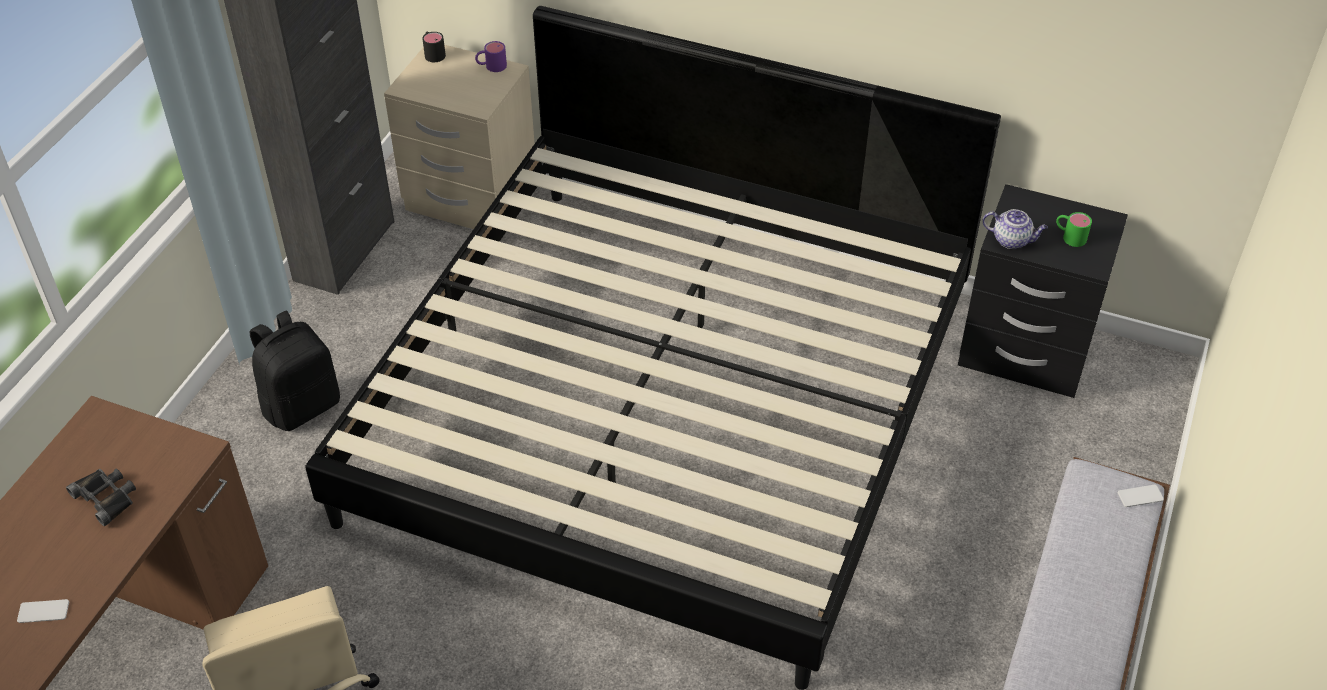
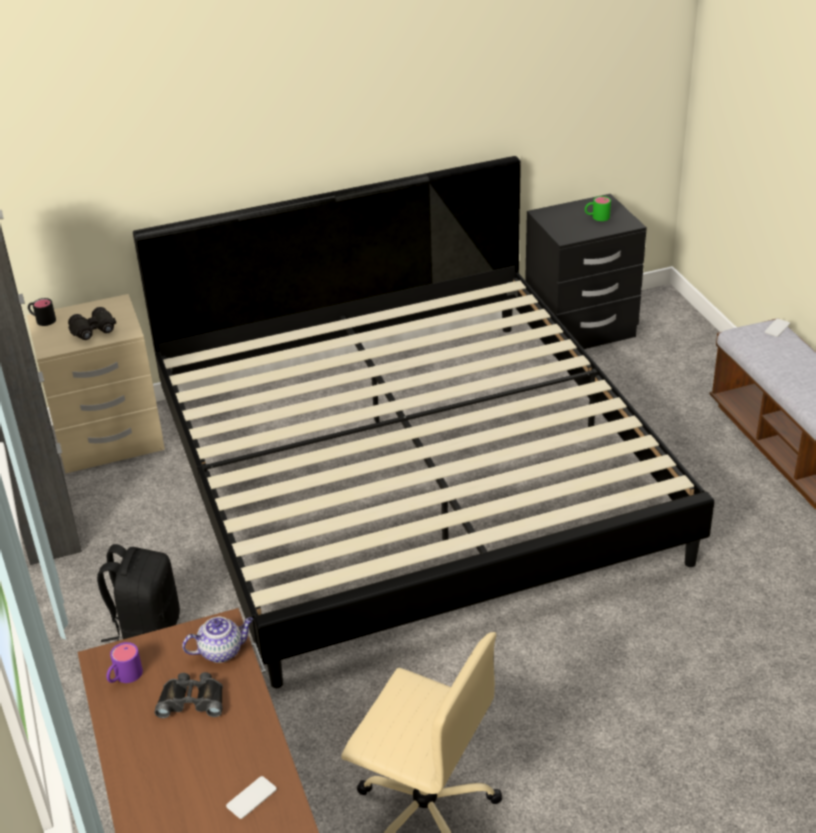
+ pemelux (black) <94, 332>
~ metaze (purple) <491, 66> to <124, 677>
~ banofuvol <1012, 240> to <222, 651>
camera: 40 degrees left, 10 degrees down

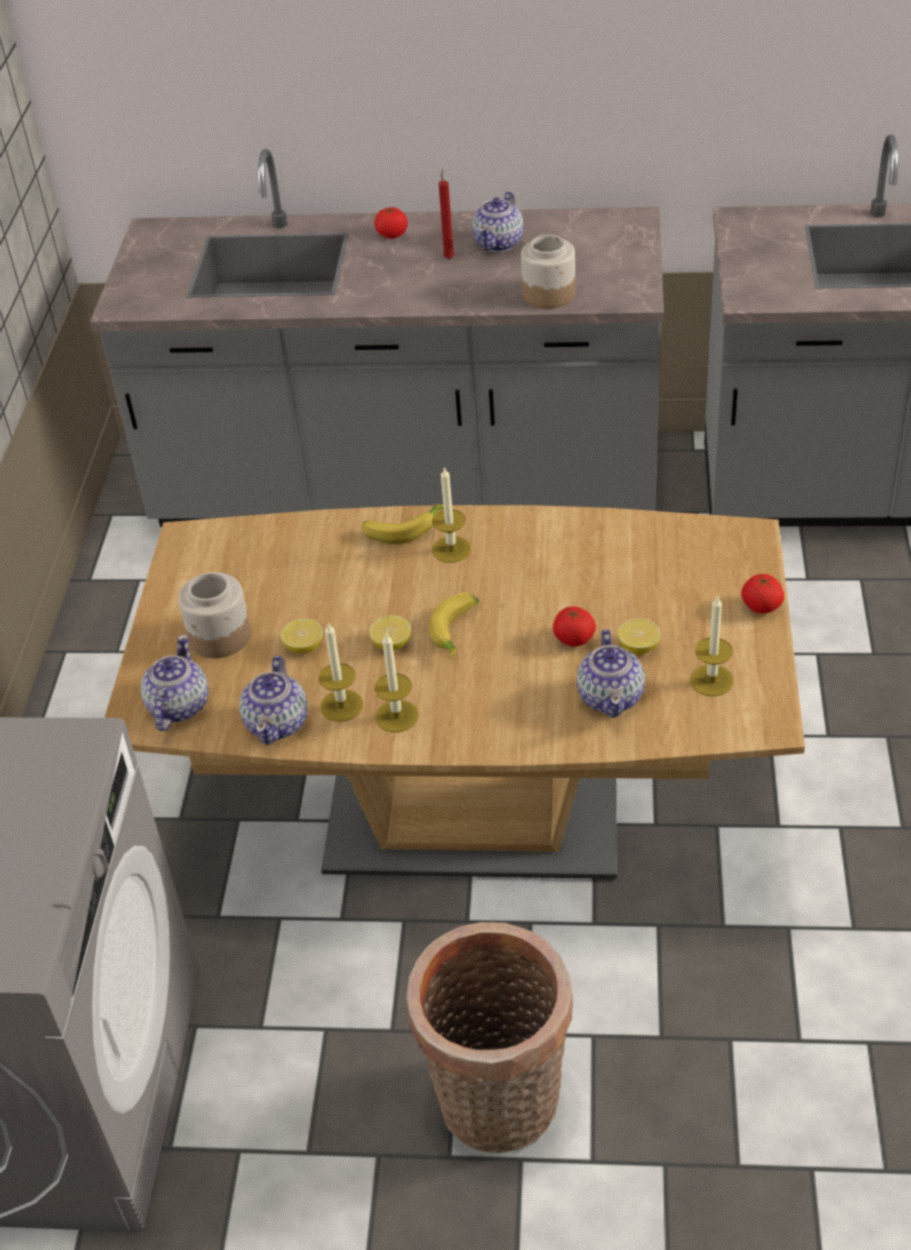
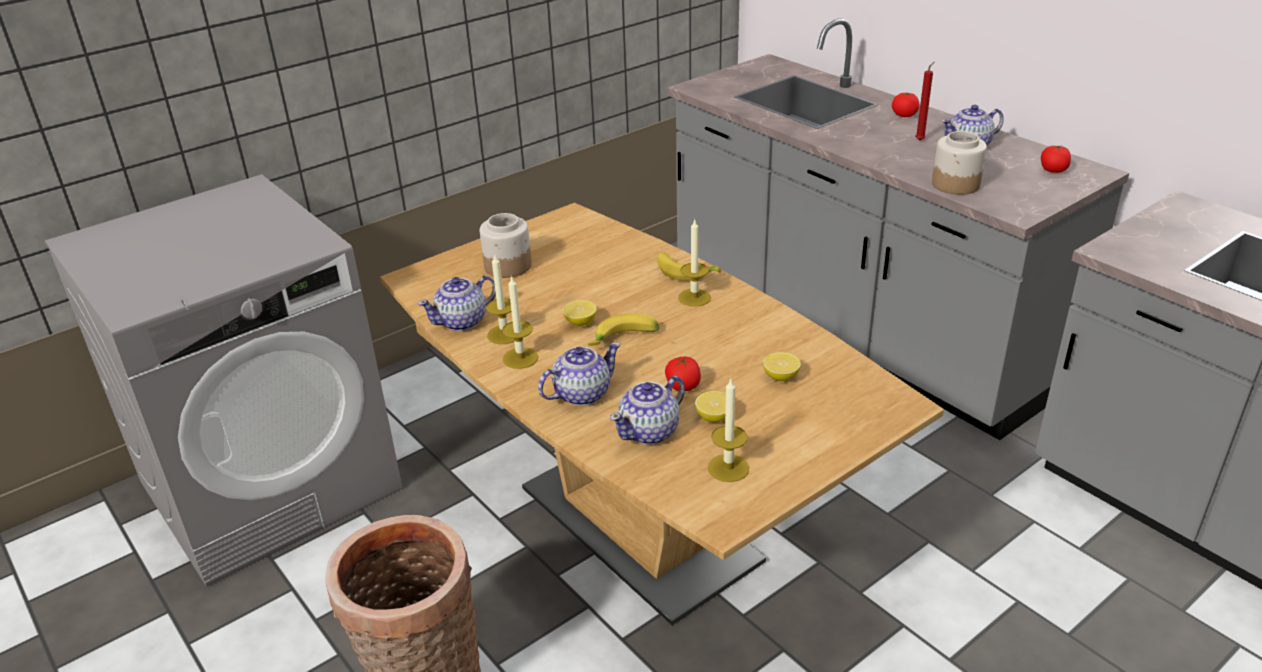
~ banofuvol <178, 707> to <581, 394>
~ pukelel <304, 647> to <781, 377>
~ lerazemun <761, 606> to <1053, 170>
camera: 45 degrees right, 10 degrees down

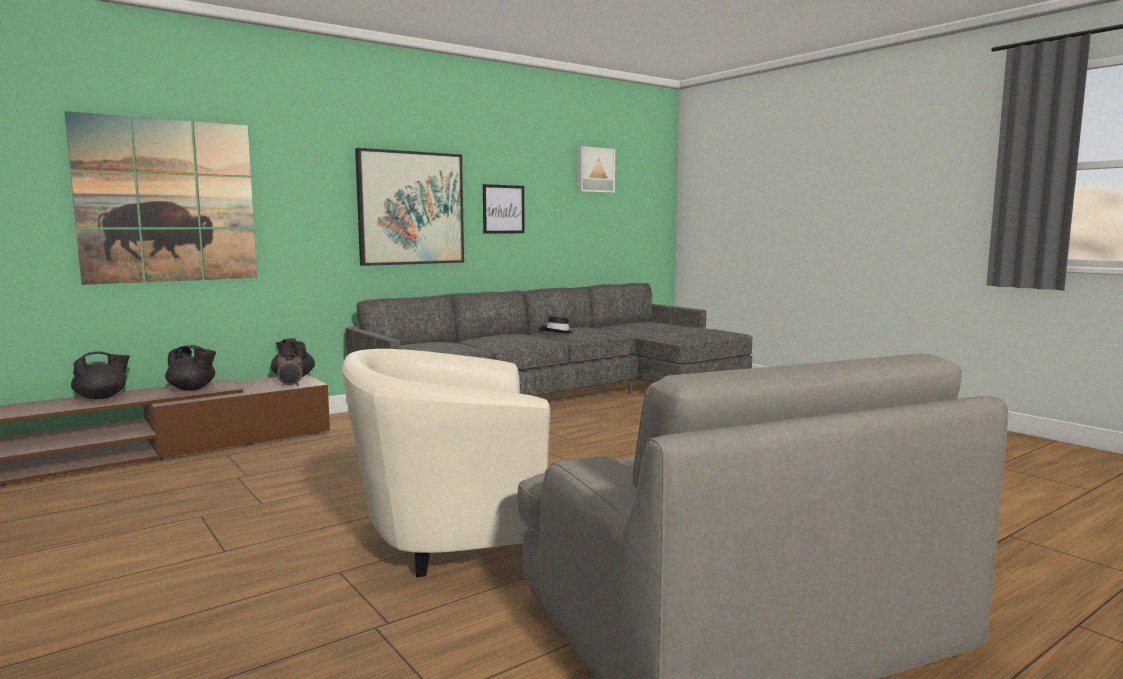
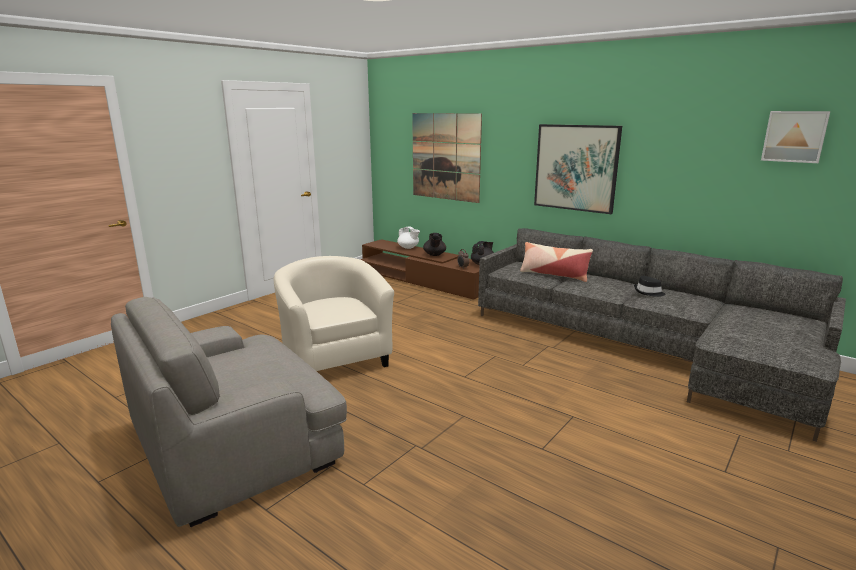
~ banofuvol (black) <102, 397> to banofuvol (white) <408, 248>
+ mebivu <554, 275>
- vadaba <503, 209>
camera: 75 degrees right, 10 degrees up

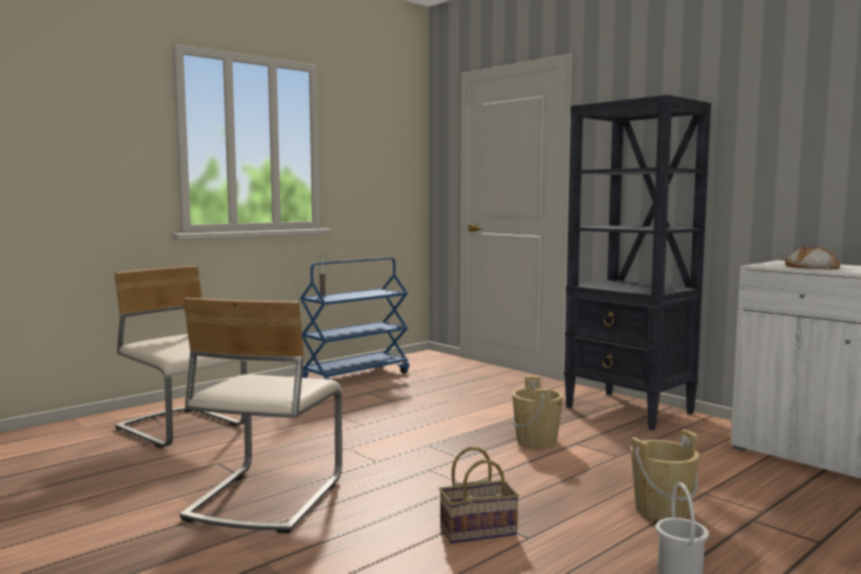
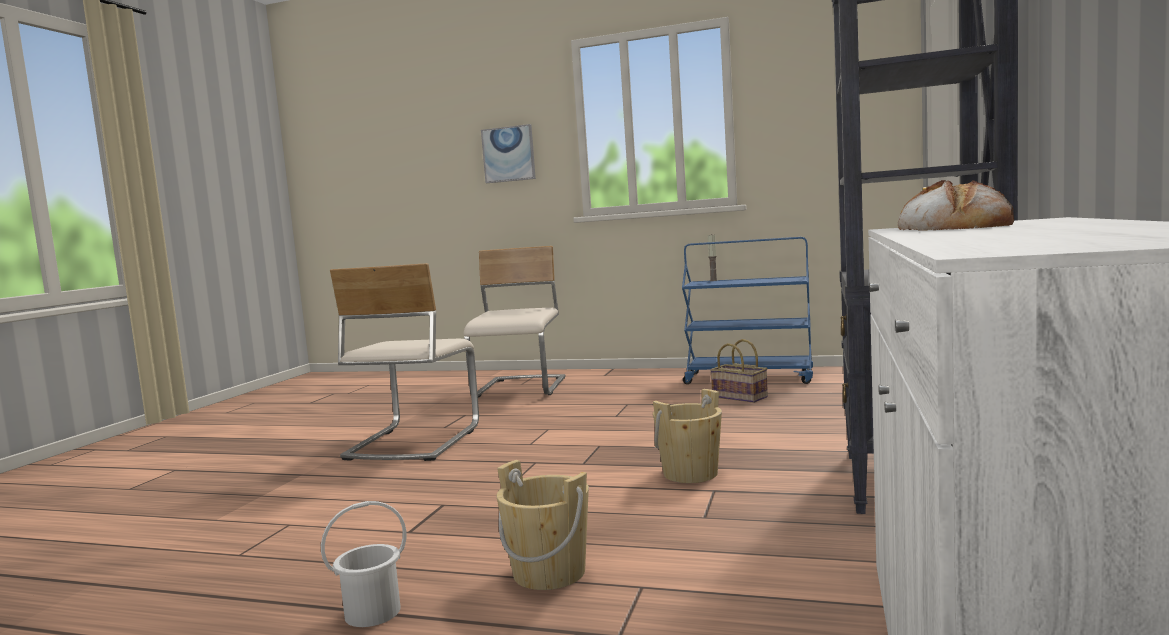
~ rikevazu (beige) <265, 498> = <413, 442> 60 degrees counterclockwise
+ vadaba <508, 154>
~ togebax <479, 530> to <741, 397>
camera: 60 degrees right, 0 degrees up

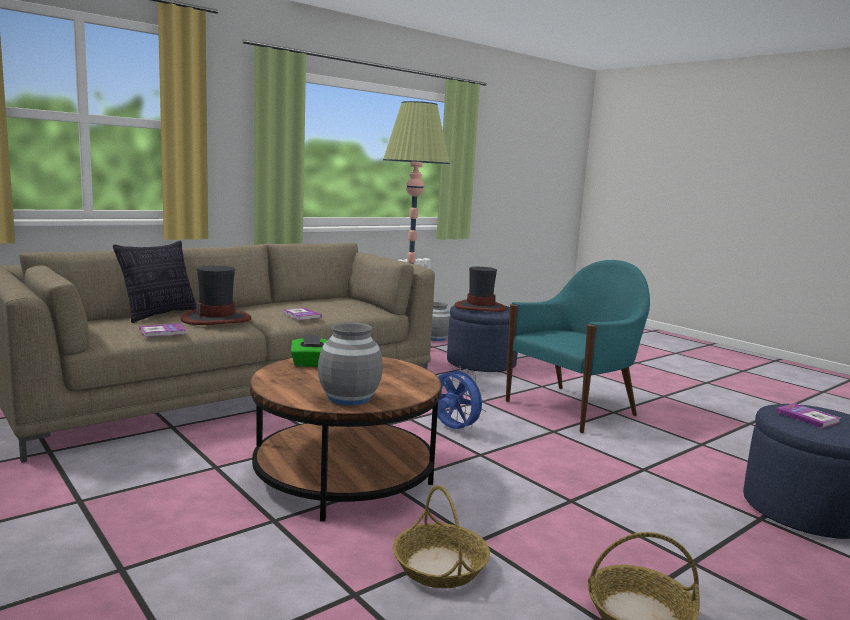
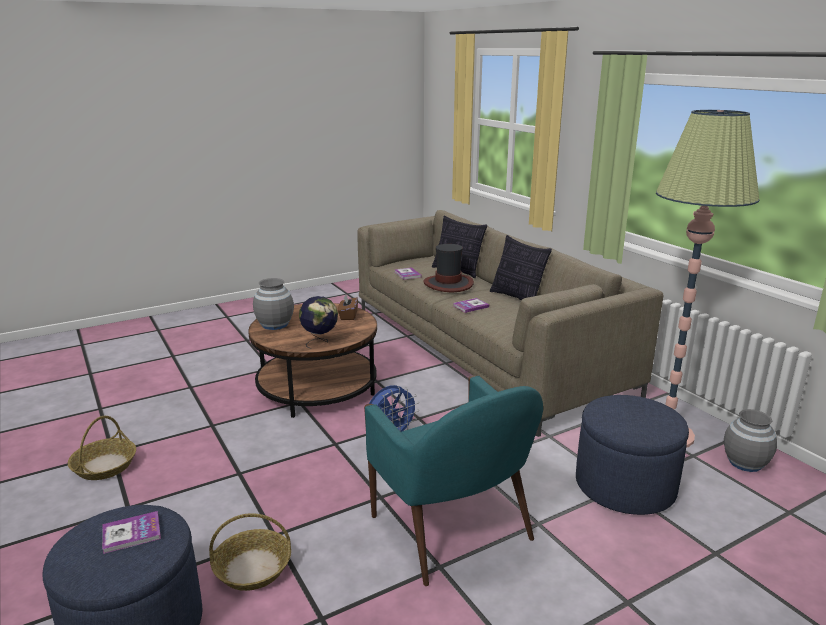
~ togebax <440, 566> to <252, 568>
+ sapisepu <320, 342>
~ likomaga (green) <311, 364> to likomaga (brown) <348, 316>
+ mebivu <517, 298>
- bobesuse <480, 307>
camera: 100 degrees right, 10 degrees up

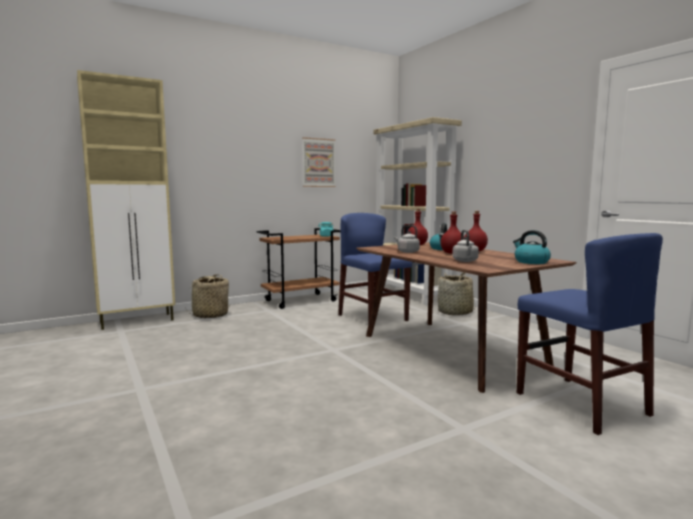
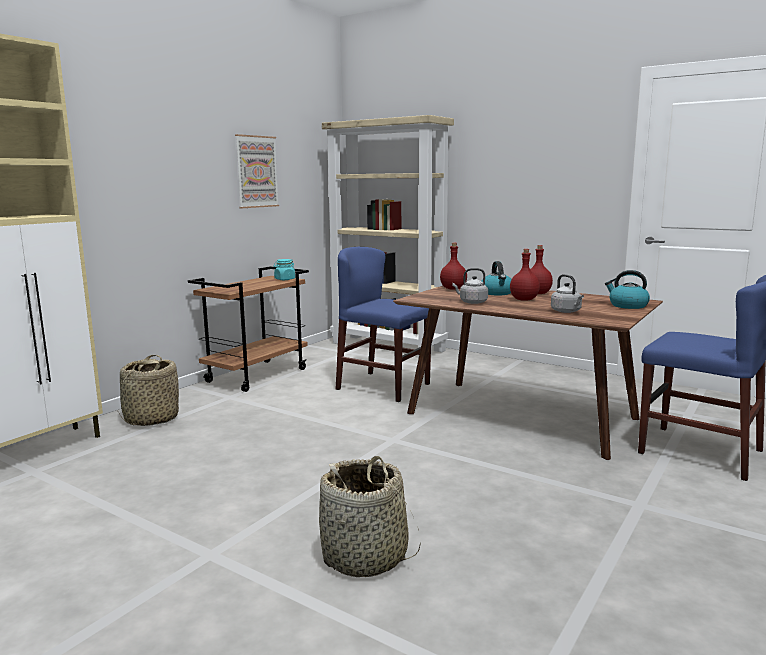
~ togebax <455, 312> to <365, 557>
camera: 25 degrees left, 5 degrees up

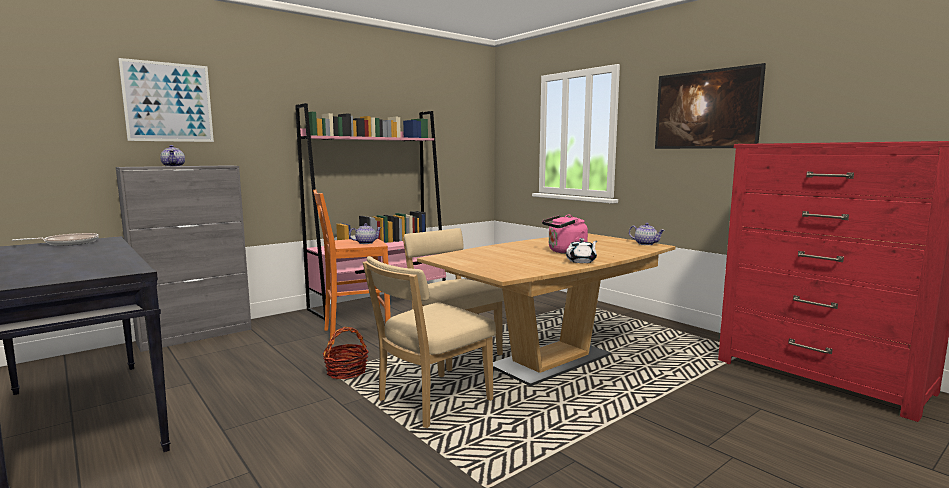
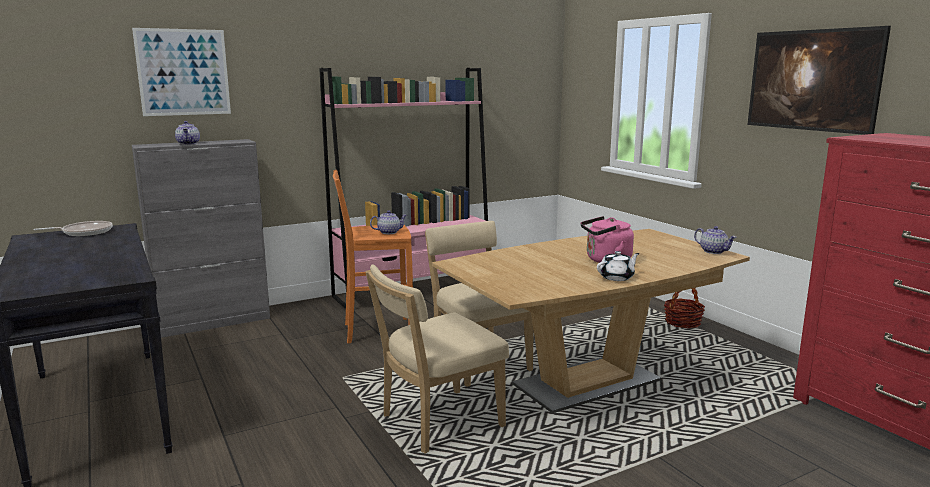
~ togebax <346, 372> to <682, 322>
camera: 10 degrees right, 5 degrees up

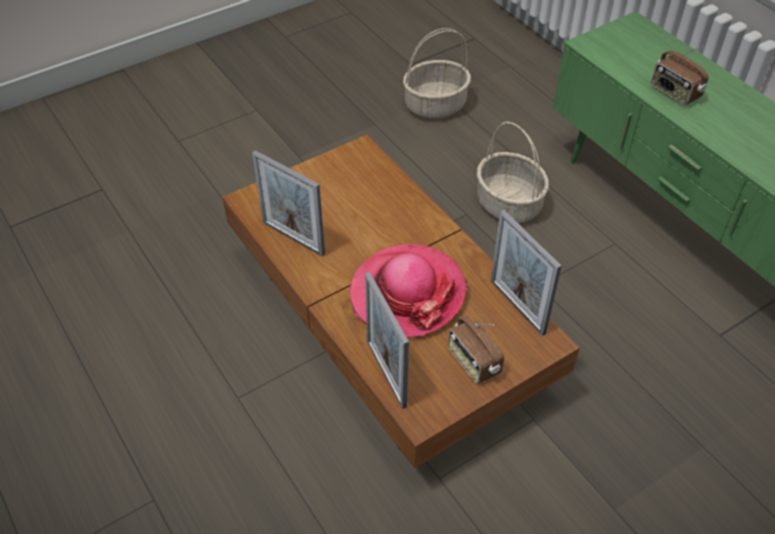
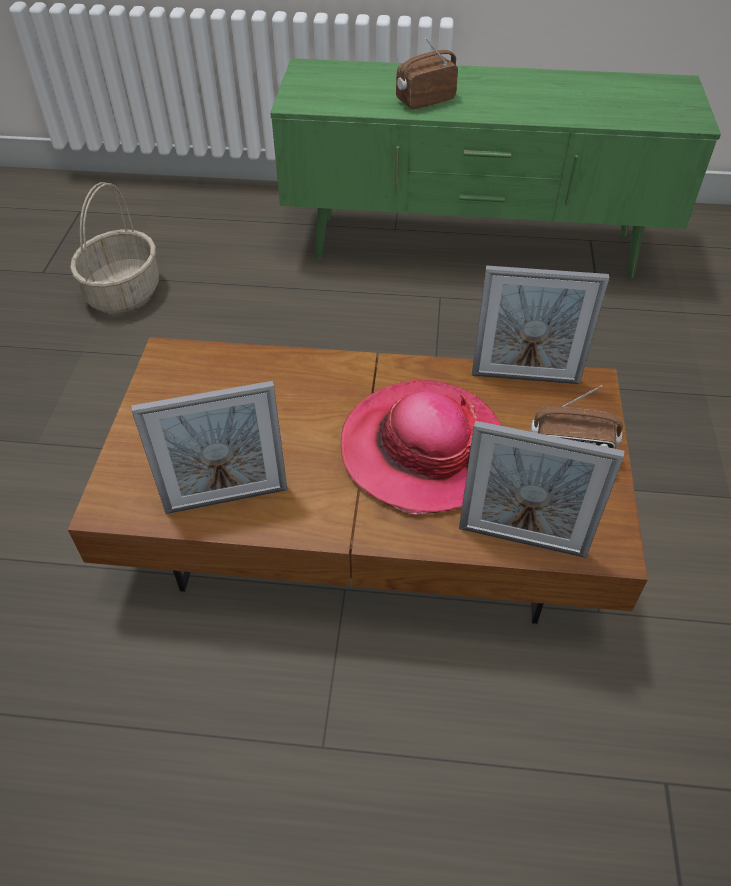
~ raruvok <674, 93> = <425, 100> 150 degrees clockwise
- togebax <507, 204>
camera: 50 degrees left, 0 degrees up

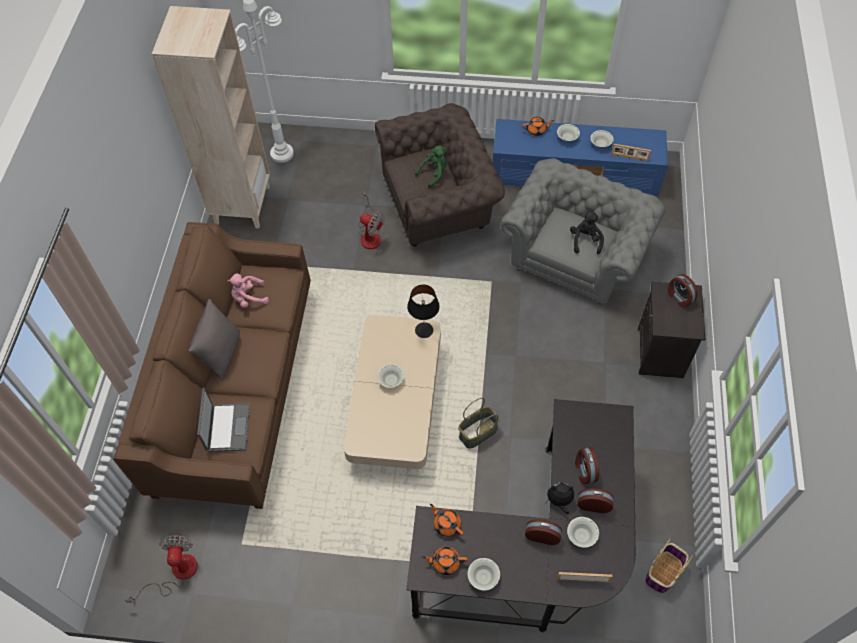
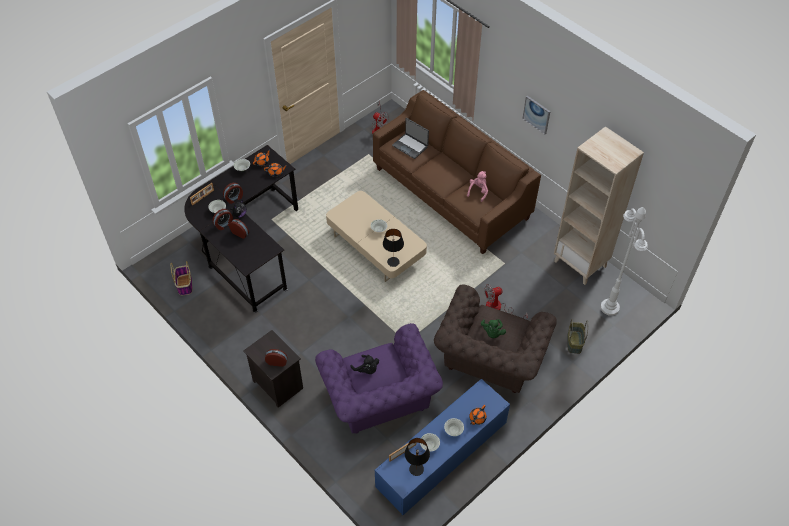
~ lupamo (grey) <576, 256> to lupamo (purple) <380, 399>
+ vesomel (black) <416, 469>
+ vadaba <536, 114>
~ togebax <478, 433> to <574, 342>
- mebivu (grey) <221, 354>
camera: 130 degrees right, 5 degrees down

